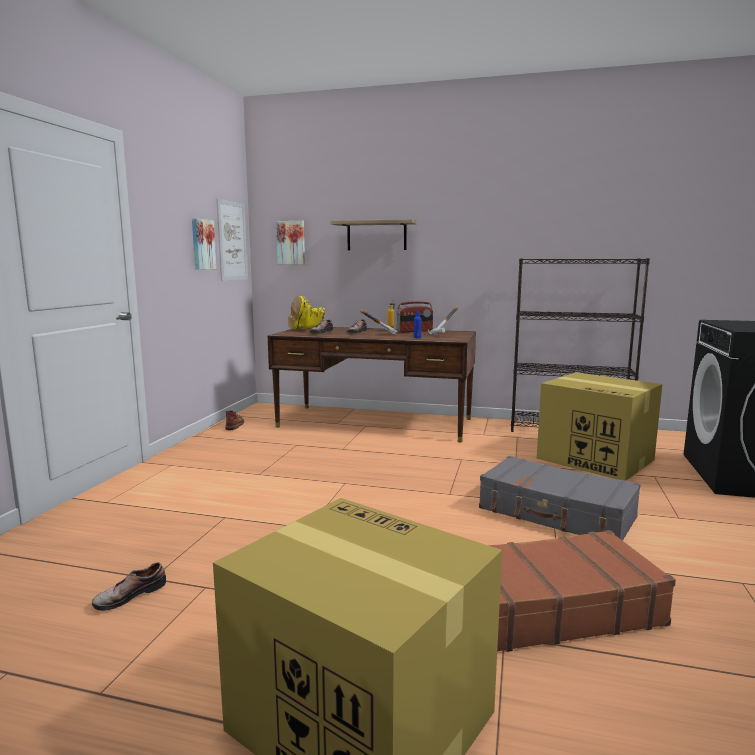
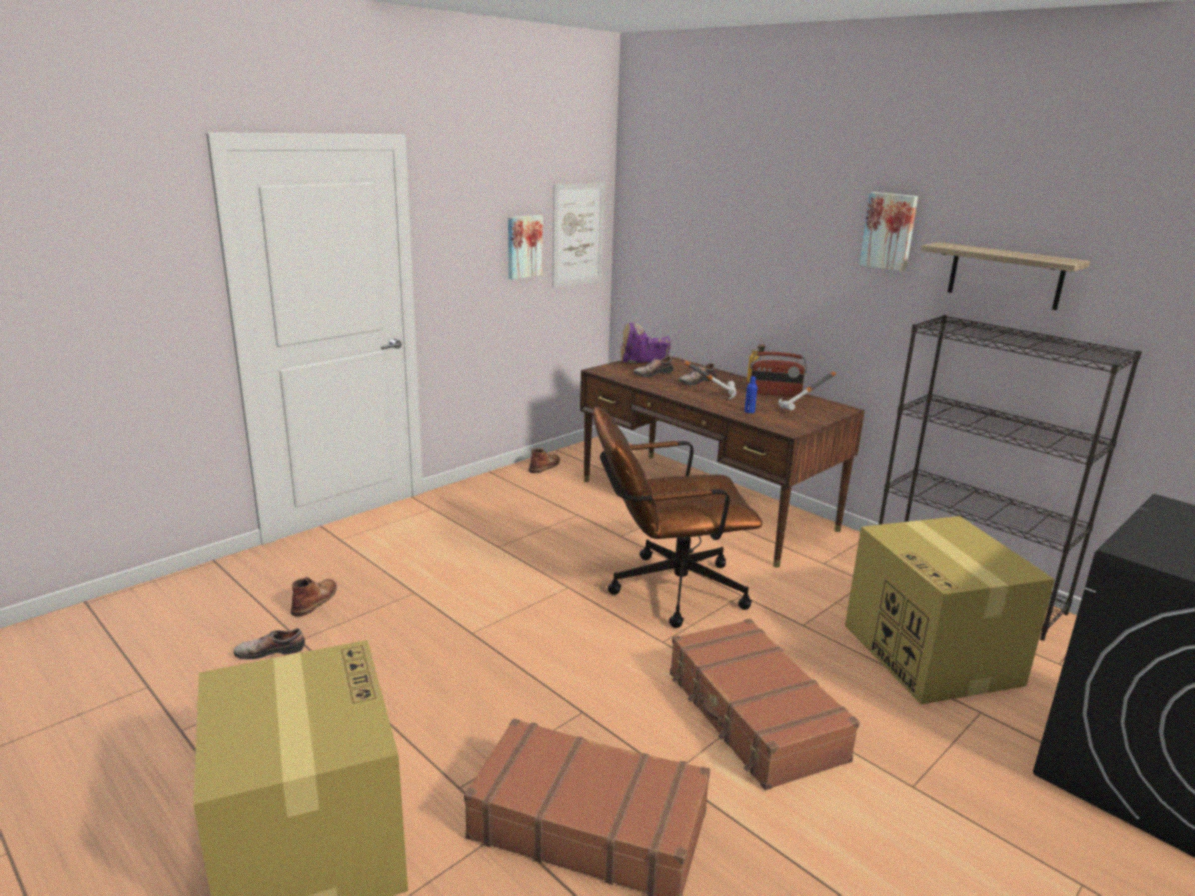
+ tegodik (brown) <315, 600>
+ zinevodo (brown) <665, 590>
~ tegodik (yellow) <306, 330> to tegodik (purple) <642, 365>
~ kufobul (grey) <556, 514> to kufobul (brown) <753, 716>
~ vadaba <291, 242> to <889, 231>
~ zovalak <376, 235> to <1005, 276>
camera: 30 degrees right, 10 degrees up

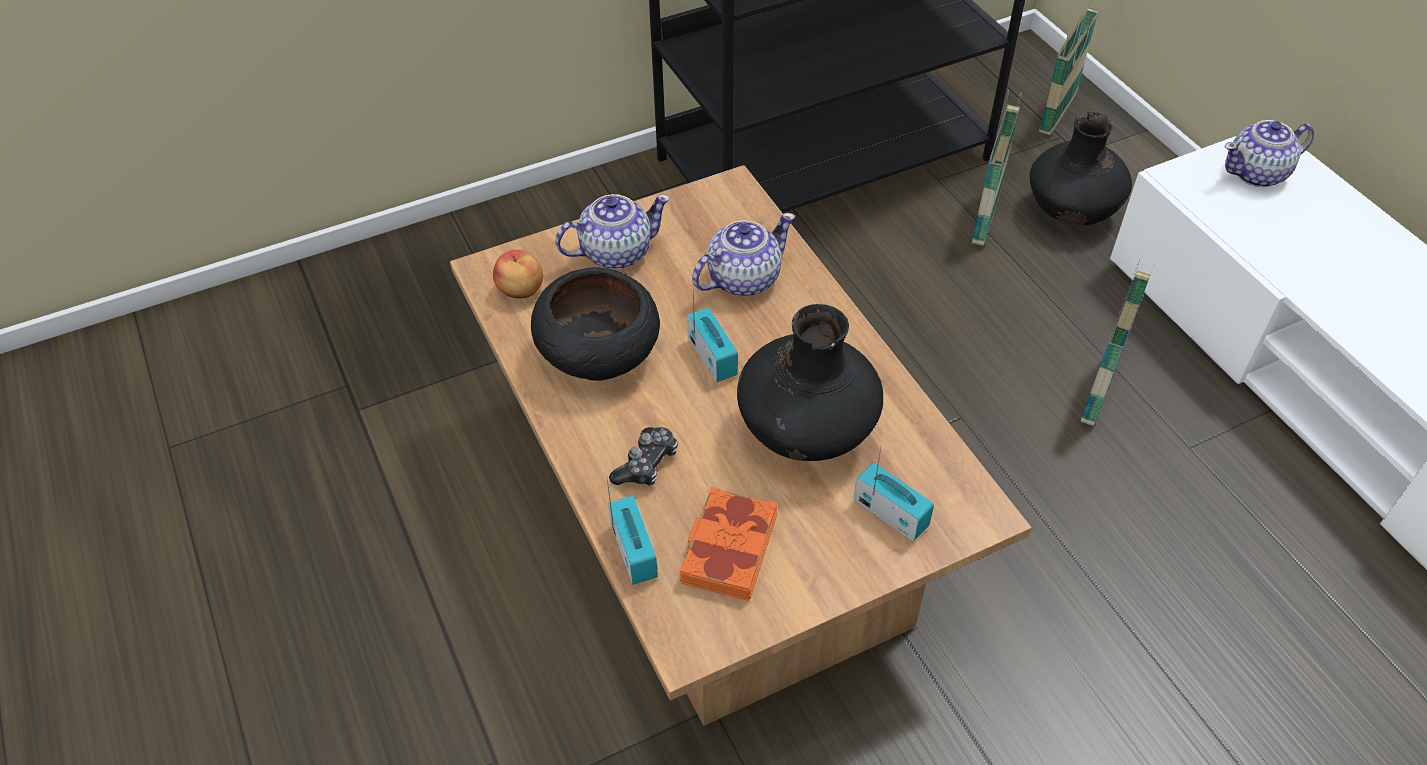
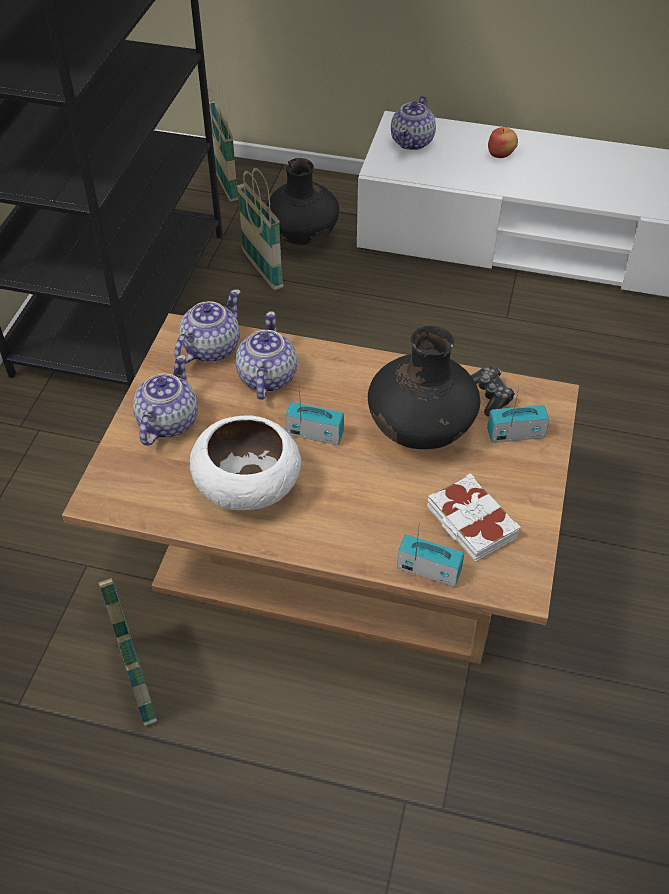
~ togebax <1100, 389> to <137, 681>
+ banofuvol <210, 348>
~ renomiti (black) <600, 353> to renomiti (white) <247, 485>
~ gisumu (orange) <727, 549> to gisumu (white) <470, 523>
~ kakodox <646, 464> to <489, 396>
~ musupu <520, 291> to <501, 154>
camera: 50 degrees left, 0 degrees up

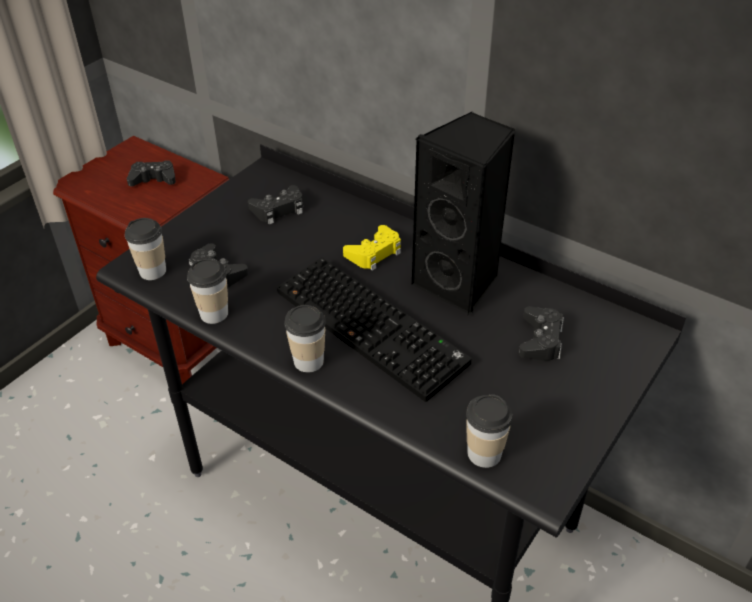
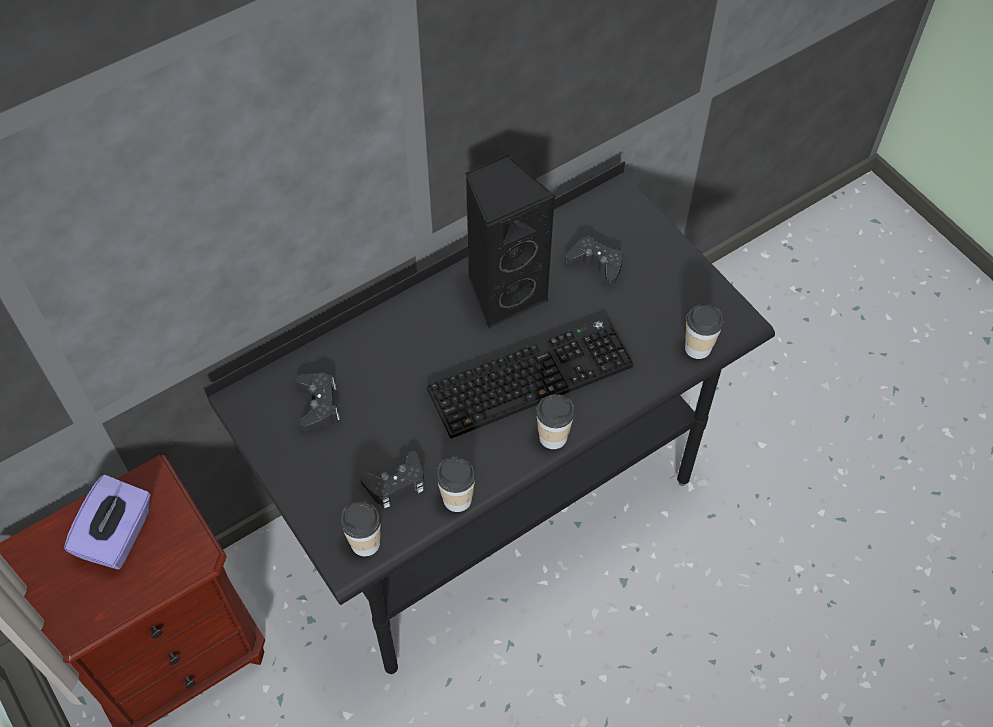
~ kakodox (black) <153, 179> to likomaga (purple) <118, 536>
- kakodox (yellow) <374, 253>
camera: 70 degrees left, 15 degrees up

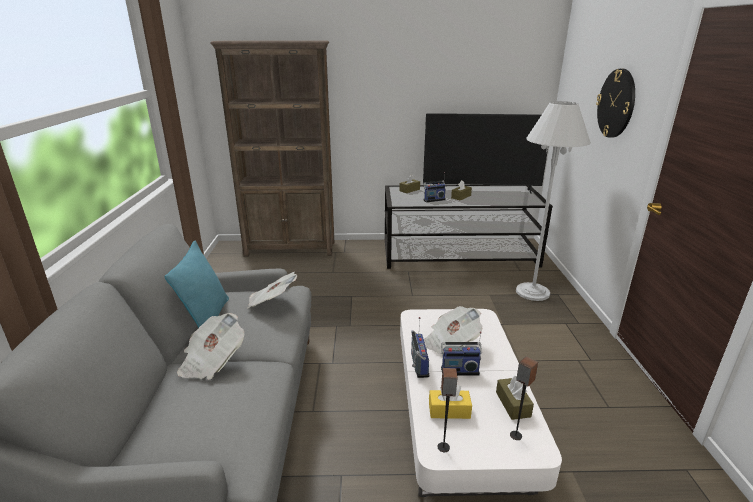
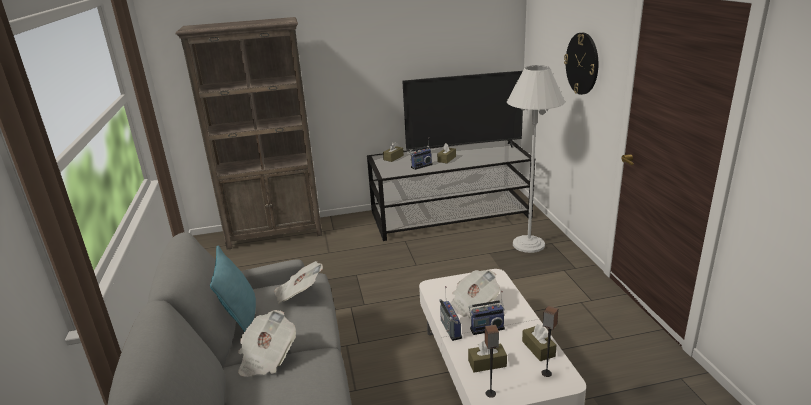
~ likomaga (yellow) <449, 410> to likomaga (brown) <487, 363>
camera: 10 degrees left, 0 degrees up

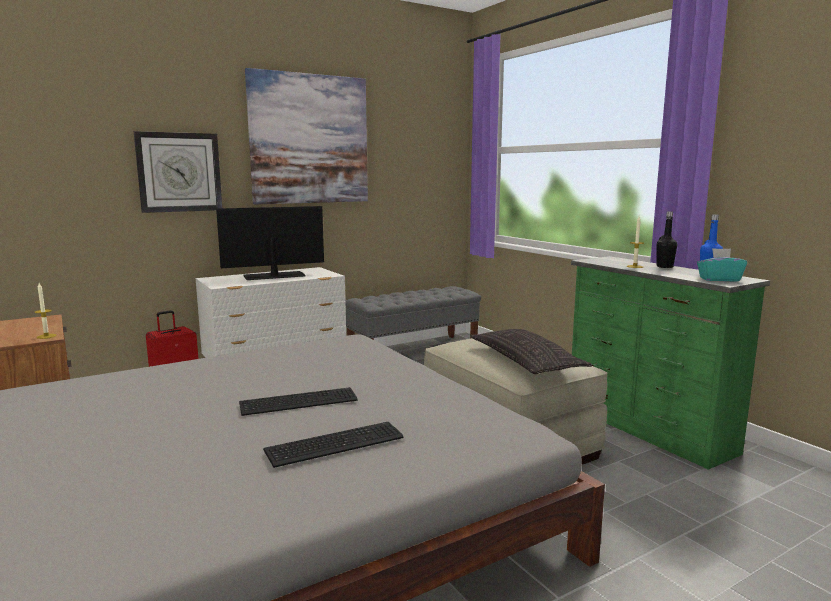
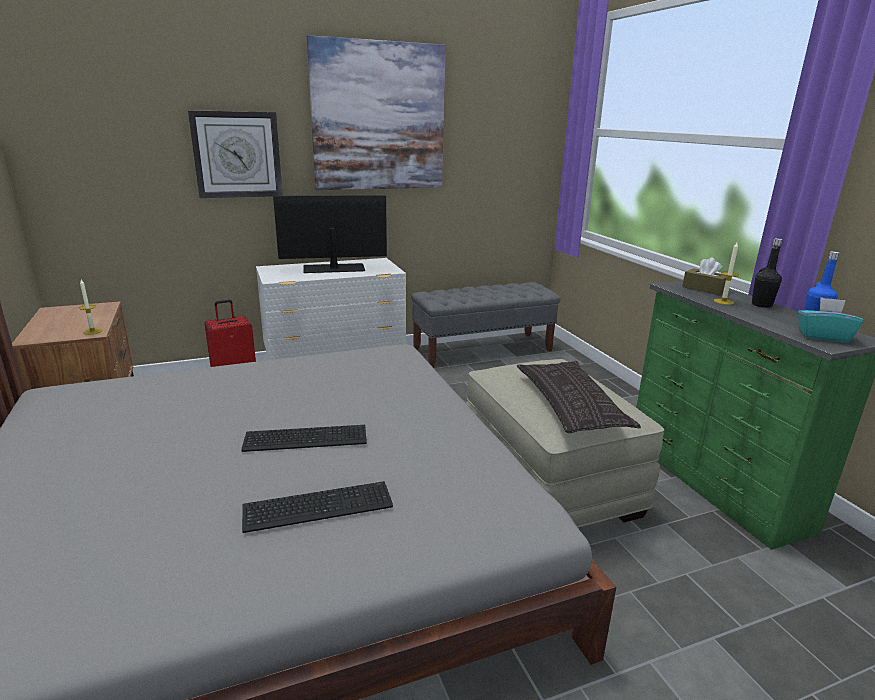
+ likomaga (brown) <704, 289>
camera: 10 degrees right, 10 degrees up

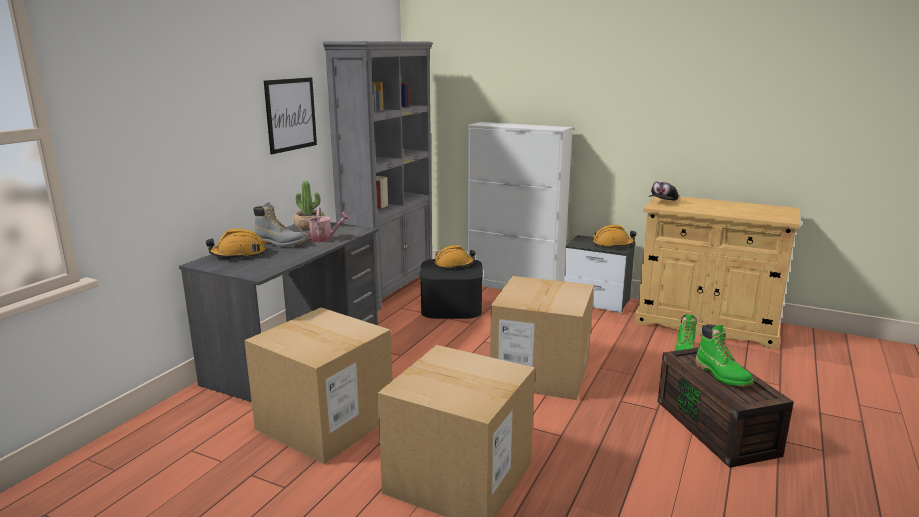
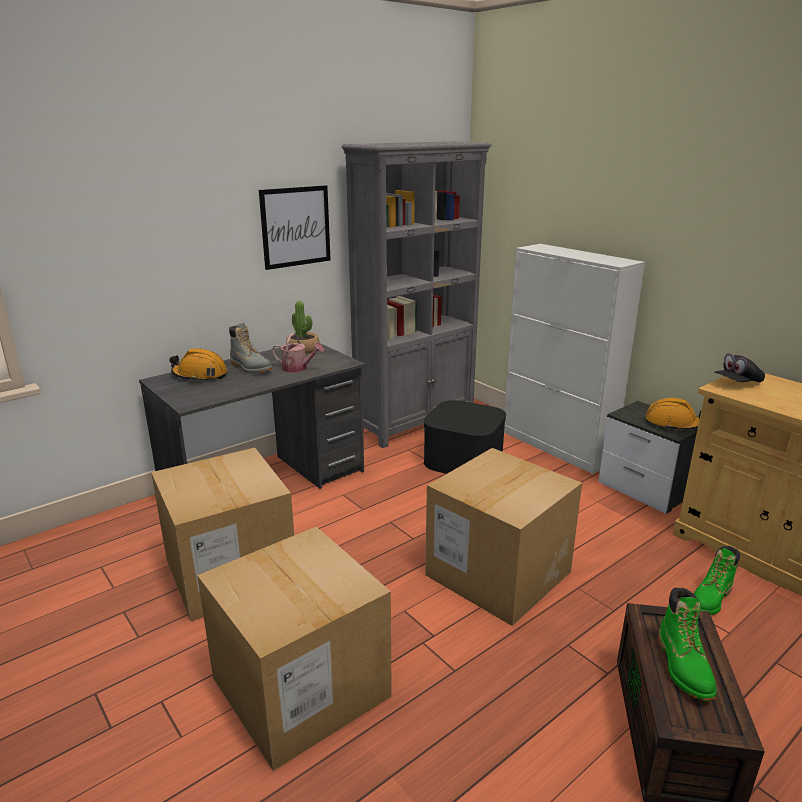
- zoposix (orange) <454, 265>
camera: 25 degrees right, 5 degrees up

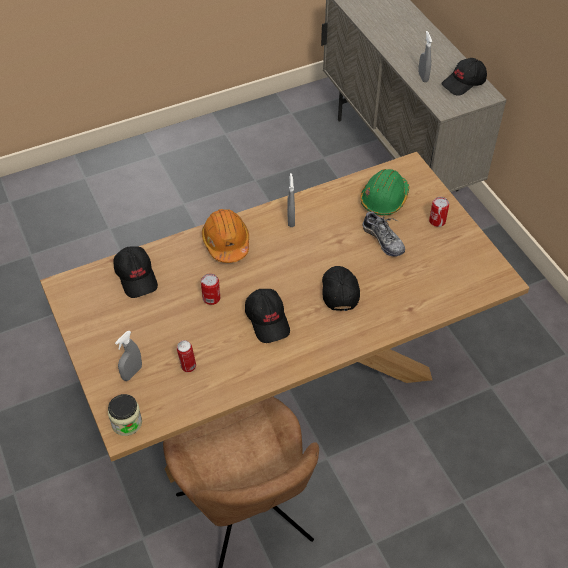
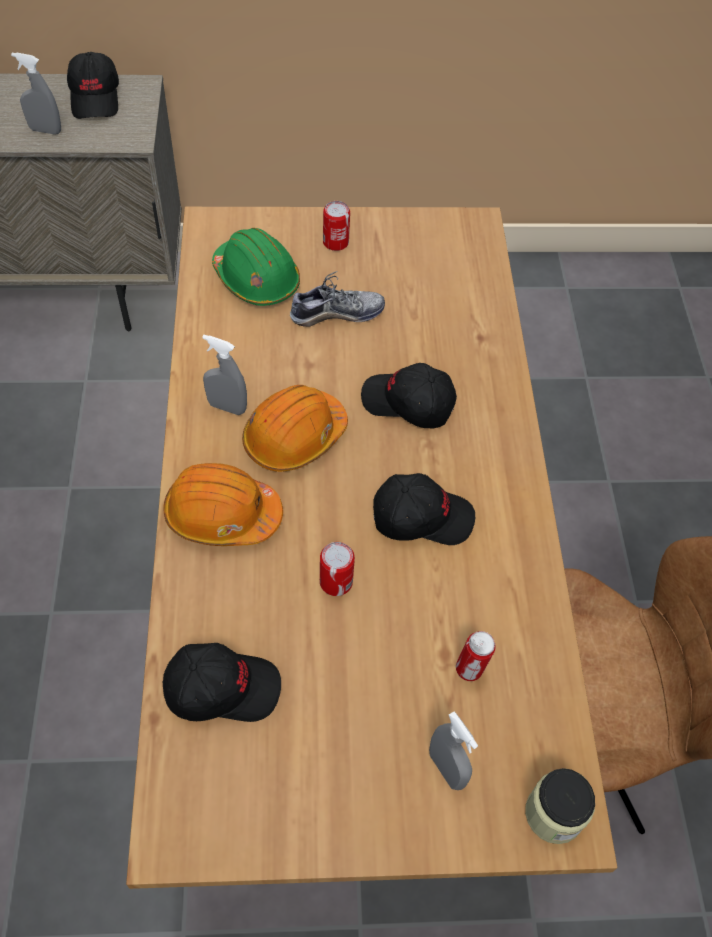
+ zoposix (orange) <294, 437>
camera: 70 degrees left, 5 degrees up

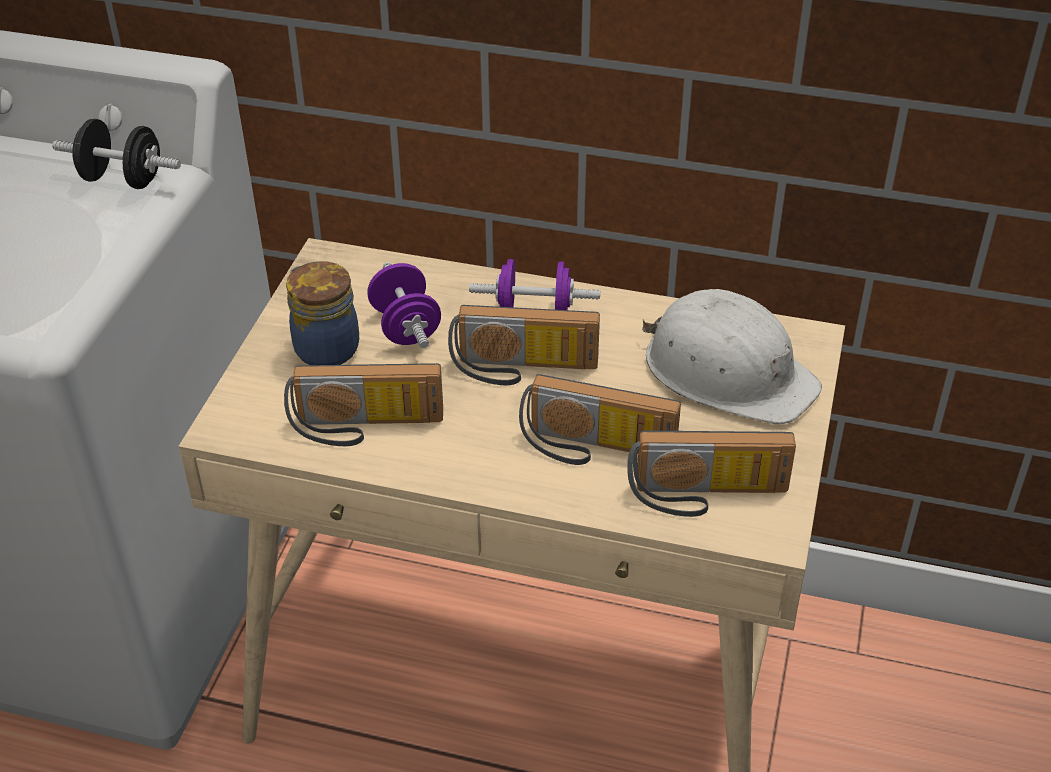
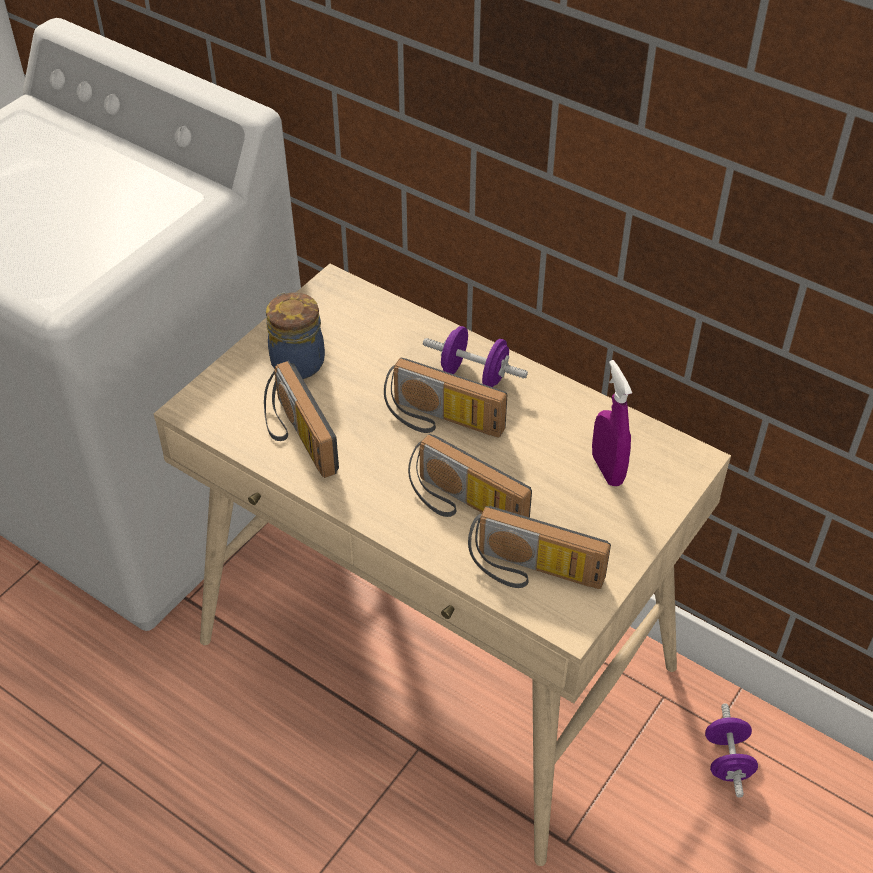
~ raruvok <365, 427> = <295, 437> 45 degrees clockwise
~ zoposix (white) <728, 371> to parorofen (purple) <607, 469>
~ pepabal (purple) <405, 327> to <727, 760>
- pepabal (black) <122, 180>
camera: 20 degrees right, 5 degrees up

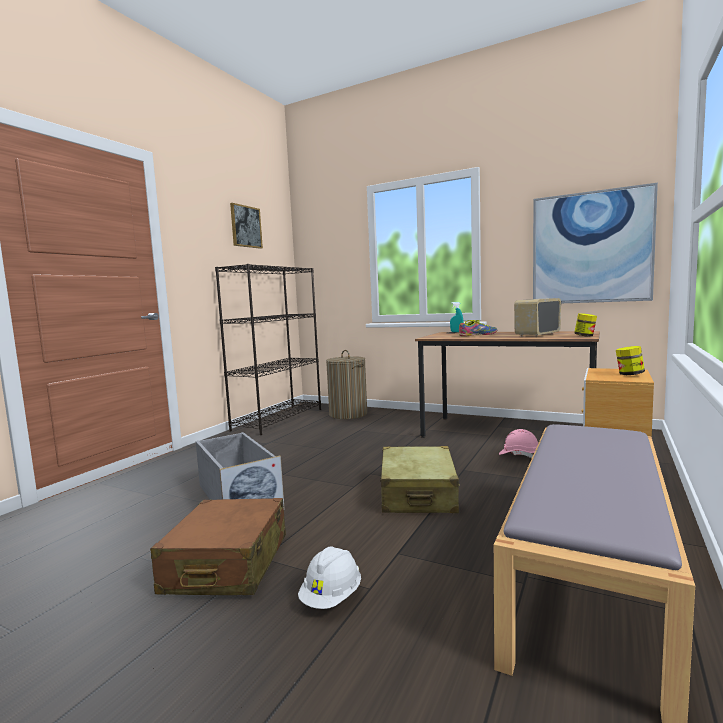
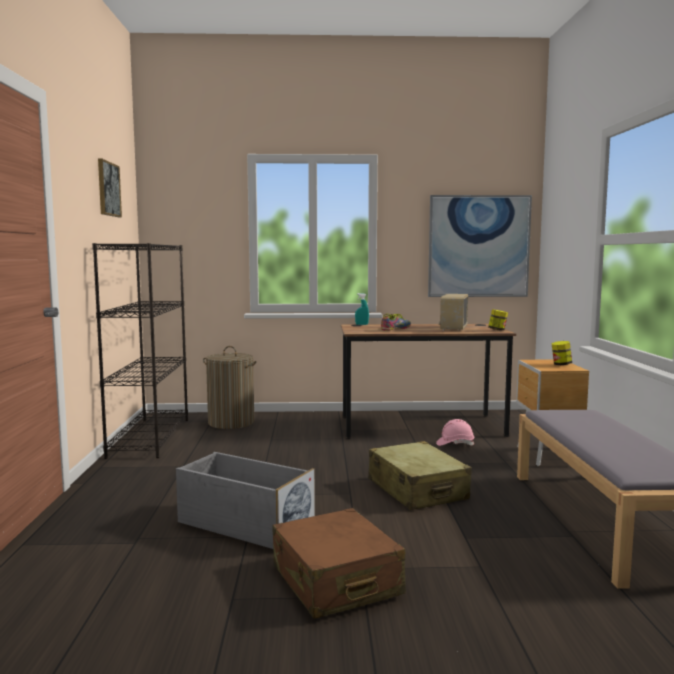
- zoposix (white) <332, 597>
camera: 30 degrees left, 0 degrees up

